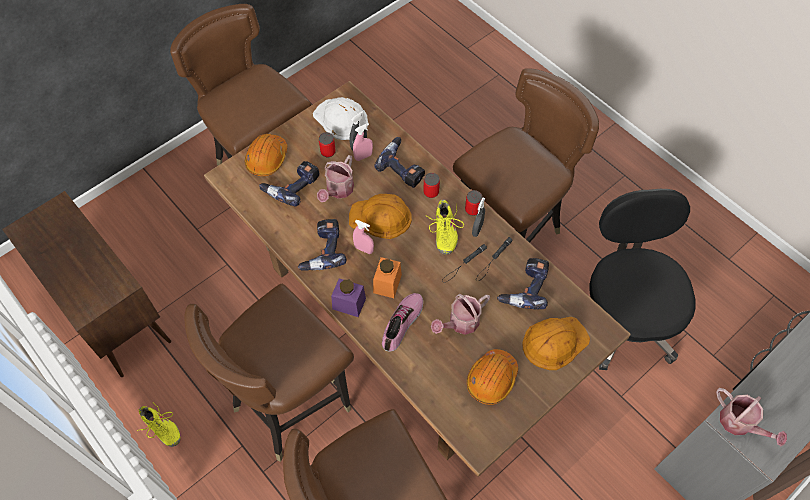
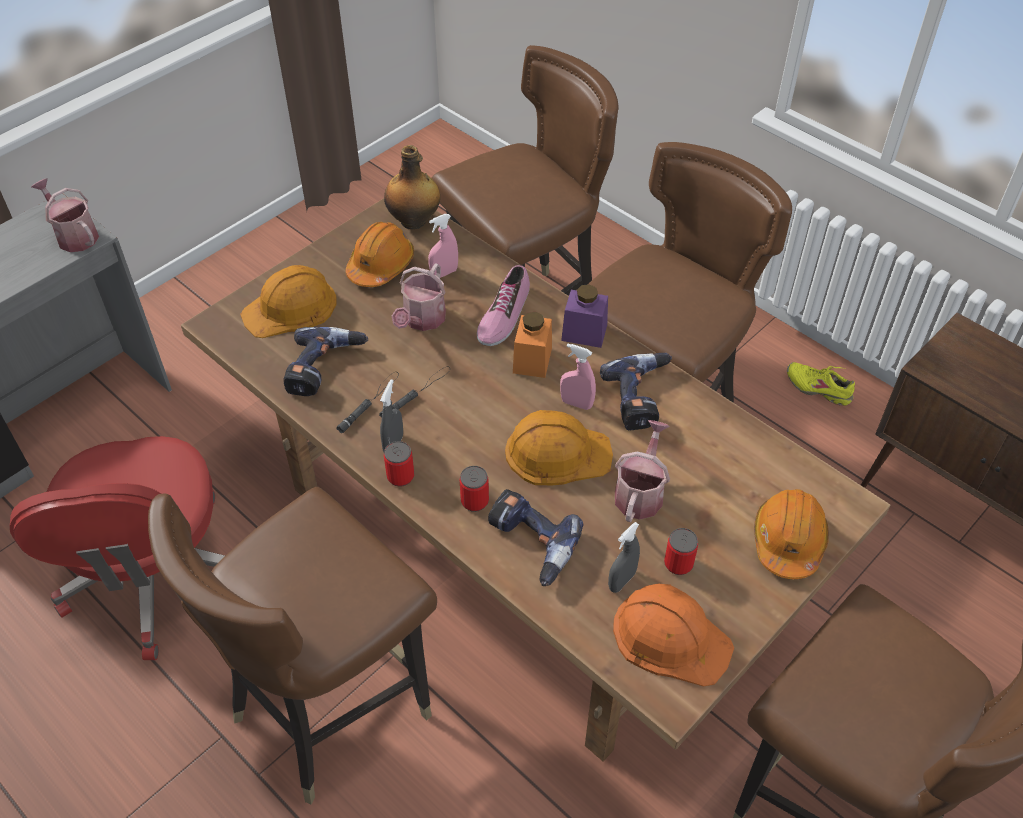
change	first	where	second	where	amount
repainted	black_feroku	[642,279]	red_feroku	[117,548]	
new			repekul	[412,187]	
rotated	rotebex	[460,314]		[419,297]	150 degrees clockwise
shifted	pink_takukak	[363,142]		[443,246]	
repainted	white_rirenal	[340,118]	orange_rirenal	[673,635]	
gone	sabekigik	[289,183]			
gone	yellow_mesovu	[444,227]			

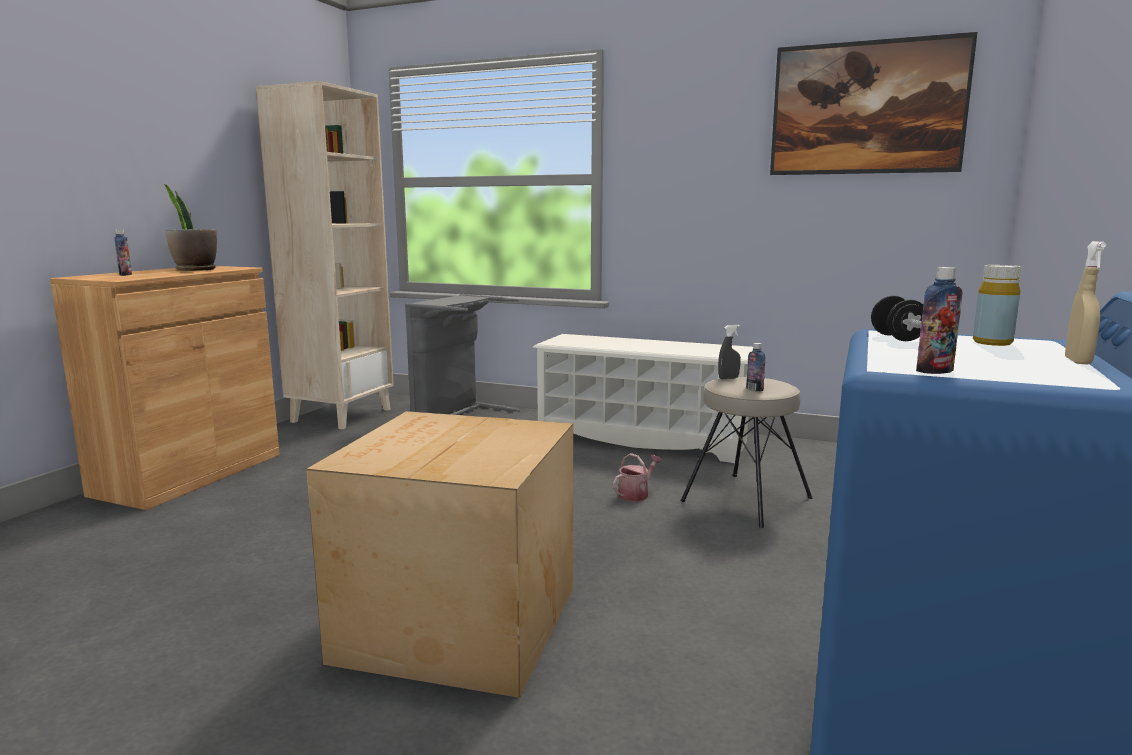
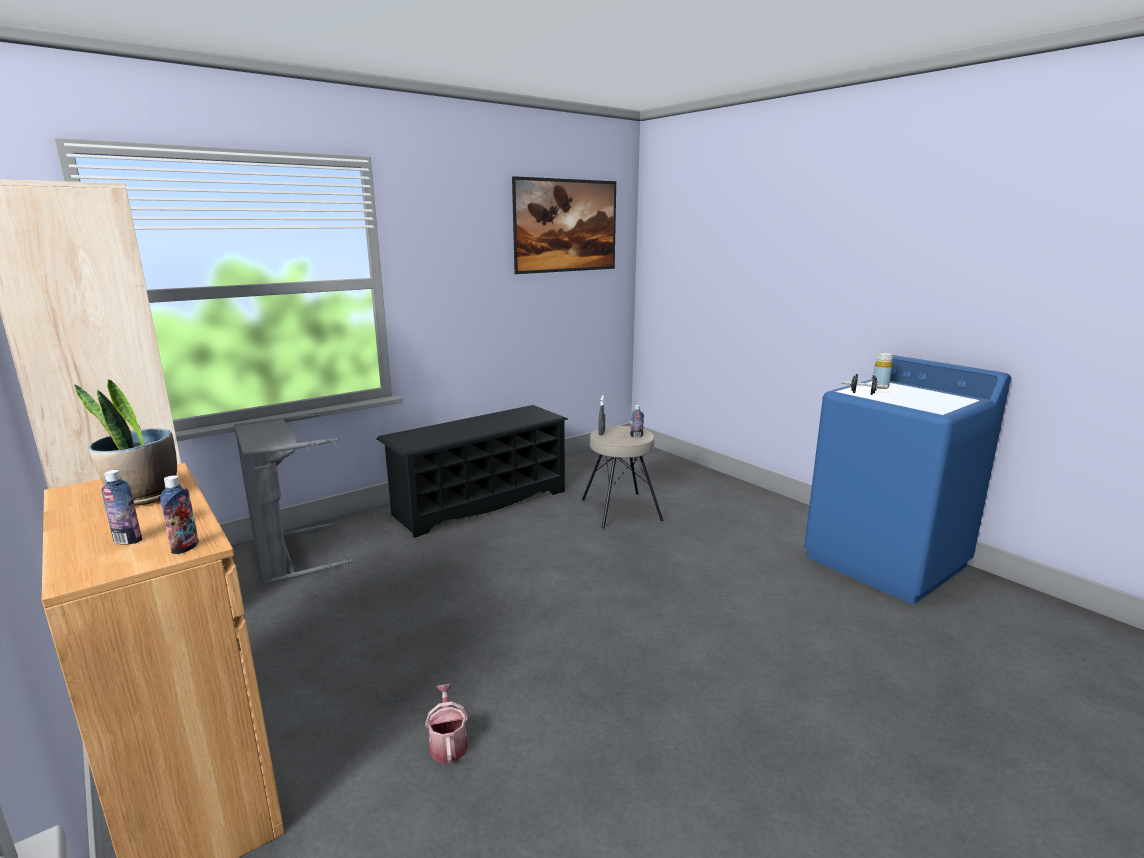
change	first	where	second	where	amount
shifted	repekul	[939,320]		[179,514]	
repainted	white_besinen	[642,398]	black_besinen	[472,471]	
shifted	rotebex	[637,477]		[446,724]	
gone	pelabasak	[439,554]			
gone	beige_takukak	[1085,303]			

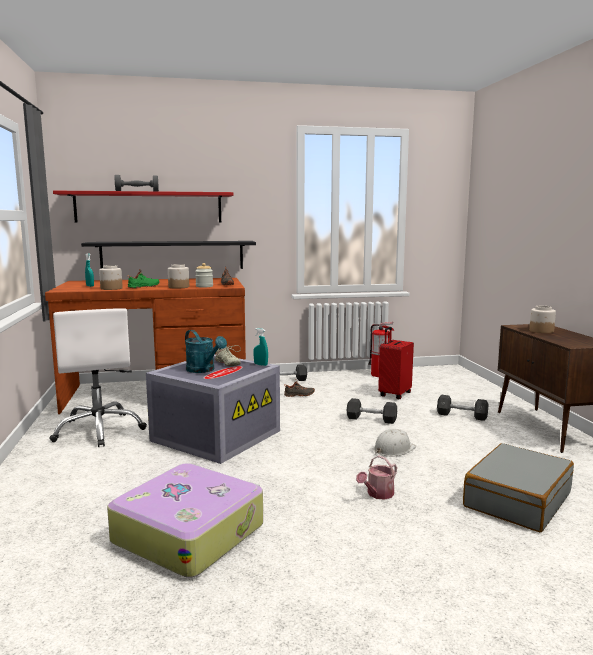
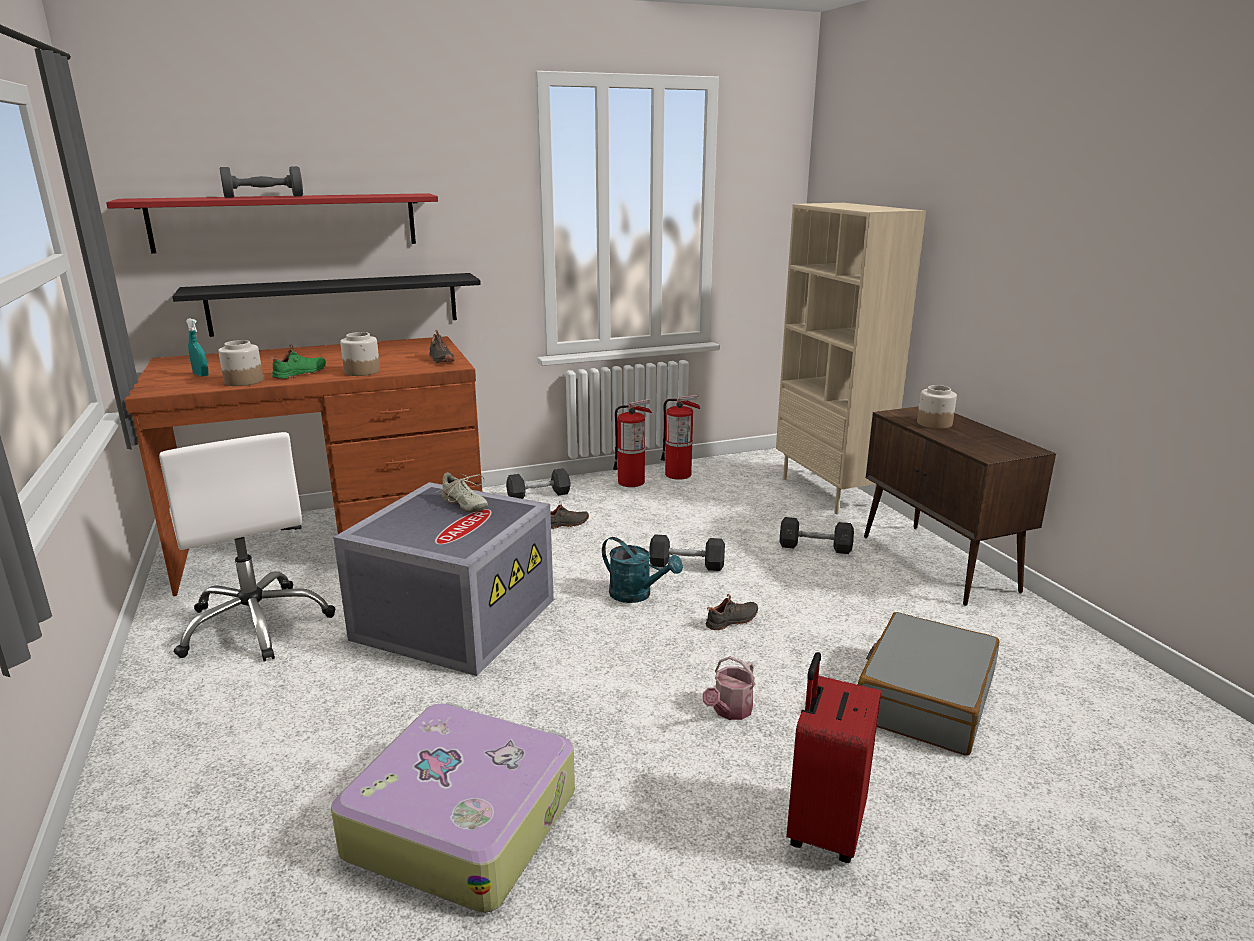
change	first	where	second	where	amount
shifted	turquoise_rotebex	[206,351]		[642,570]	
new			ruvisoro	[632,443]	
swapped	white_rirenal	[395,443]	black_mesovu	[731,612]	
new			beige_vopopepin	[851,358]	
shifted	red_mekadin	[396,363]		[833,757]	
gone	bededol	[204,275]			
gone	turquoise_takukak	[261,347]			

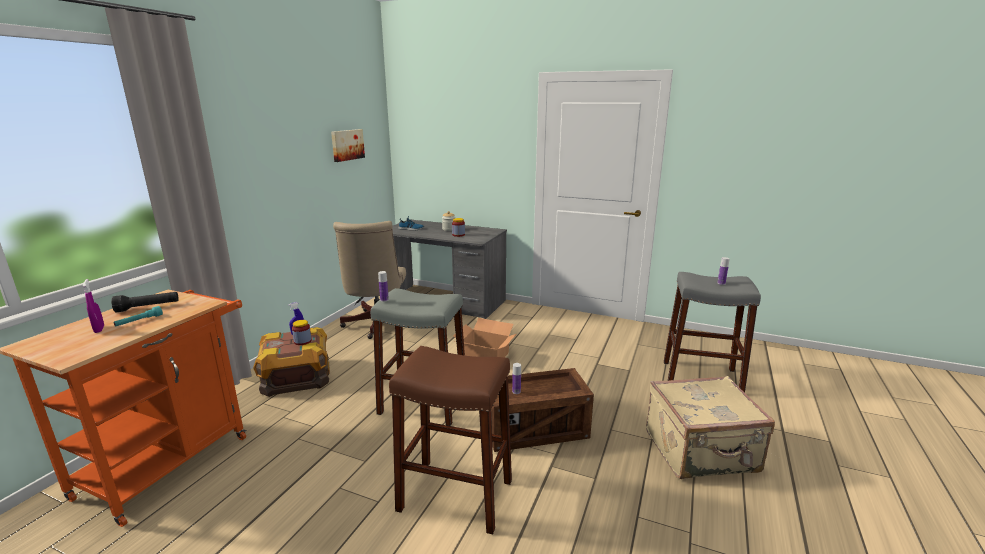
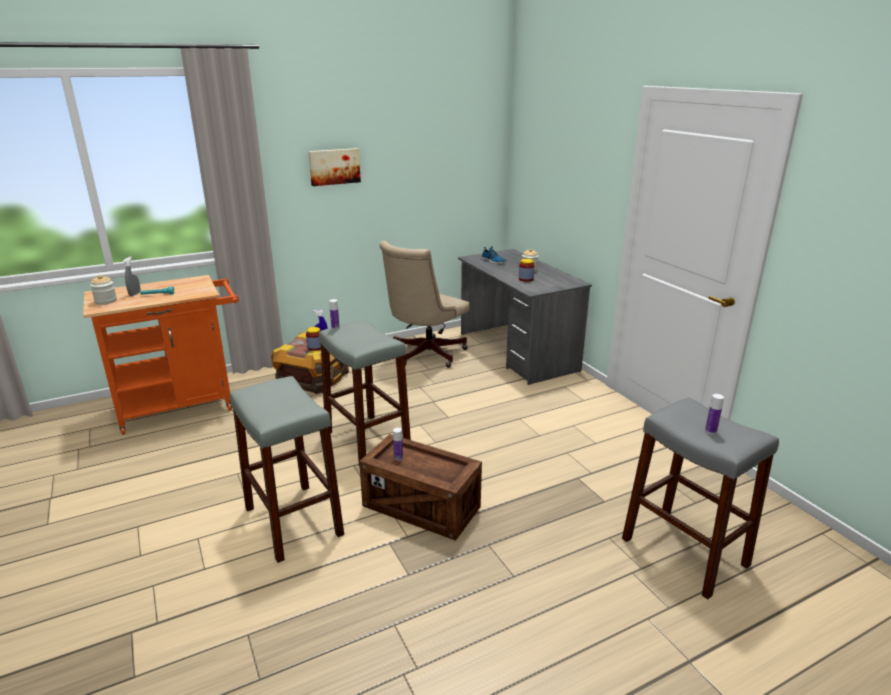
change	first	where	second	where	amount
new			bededol	[103,290]	
repainted	purple_takukak	[93,306]	grey_takukak	[132,276]	
repainted	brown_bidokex	[450,440]	grey_bidokex	[287,469]	
shifted	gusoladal	[348,145]		[334,167]	
gone	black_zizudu	[144,302]			
gone	pelabasak	[484,337]			
gone	beige_mekadin	[710,427]			

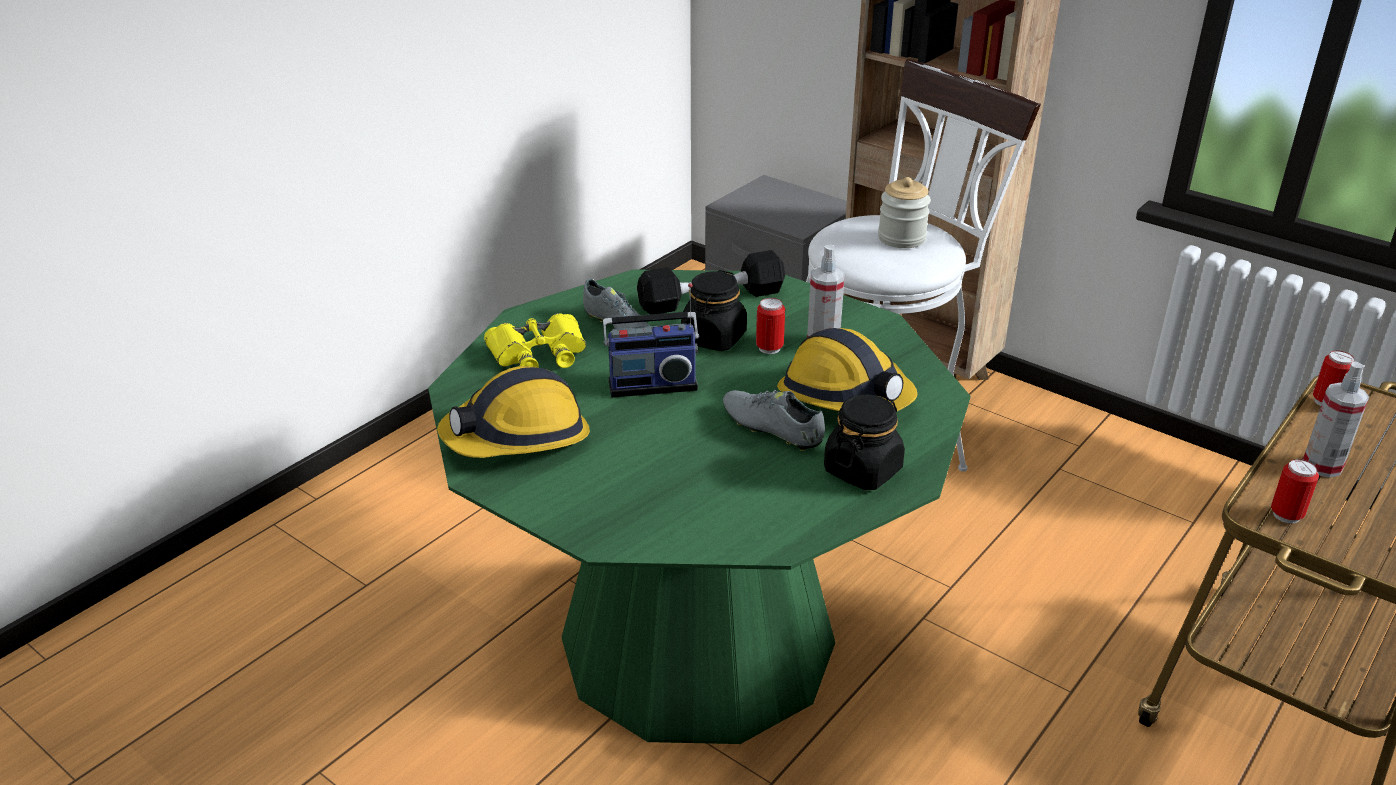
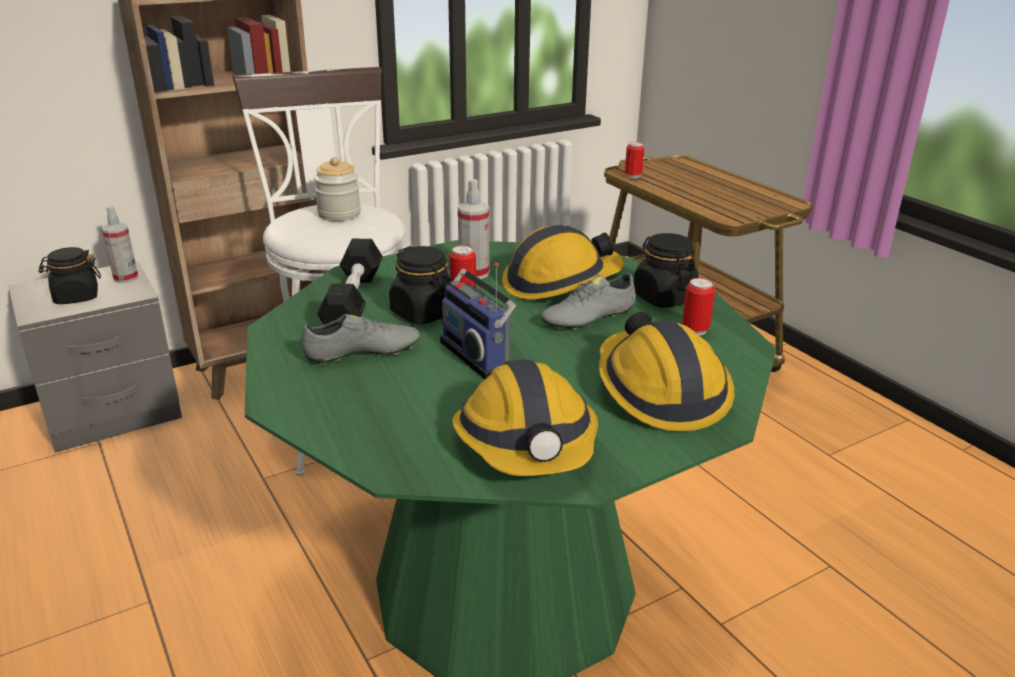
change	first	where	second	where	amount
new			black_bededol	[69,275]	
shifted	takukak	[1336,419]		[120,244]	
rotated	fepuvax	[651,340]		[478,321]	135 degrees clockwise
new			rirenal	[666,372]	
shifted	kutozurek	[1295,491]		[698,306]	
gone	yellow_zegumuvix	[535,340]			

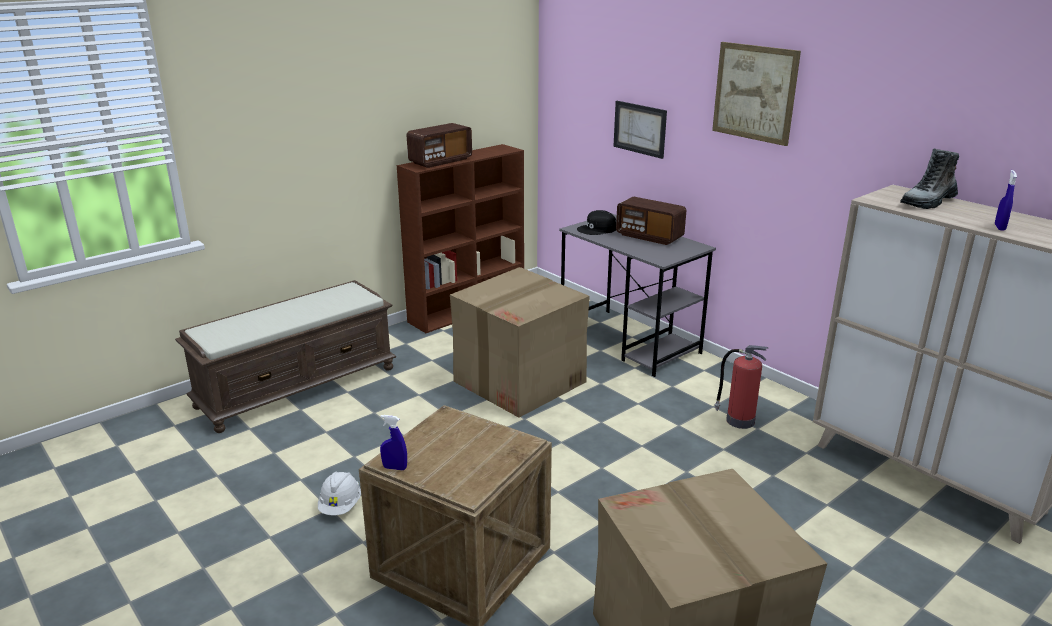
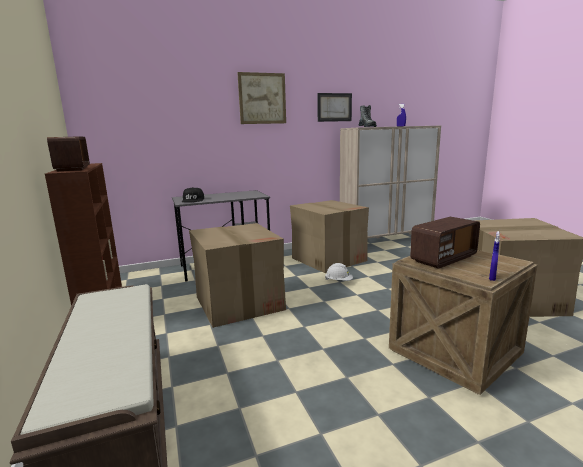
change	first	where	second	where	amount
swapped	ruvisoro	[742,387]	pelabasak	[329,236]	
shifted	gusoladal	[640,130]		[334,107]	
shifted	white_rirenal	[339,493]		[339,272]	
shifted	fepuvax	[651,221]		[445,243]	

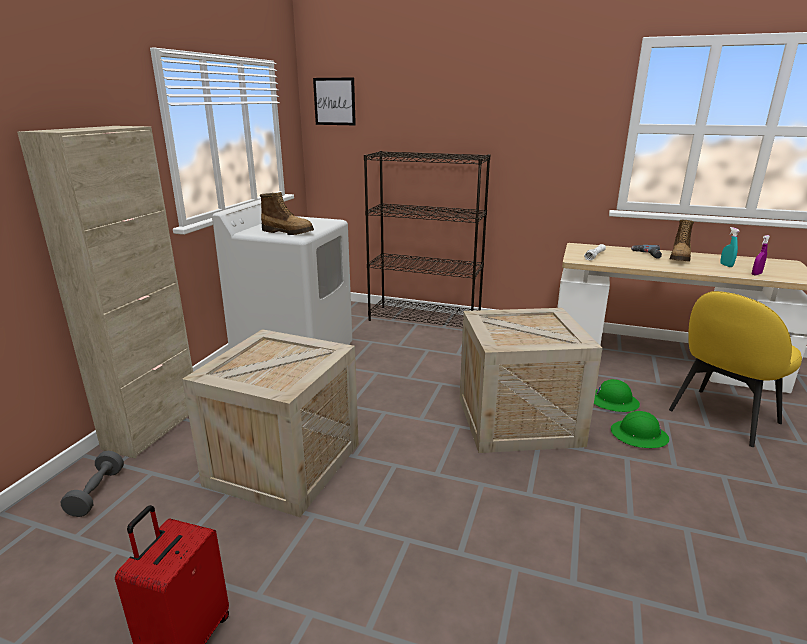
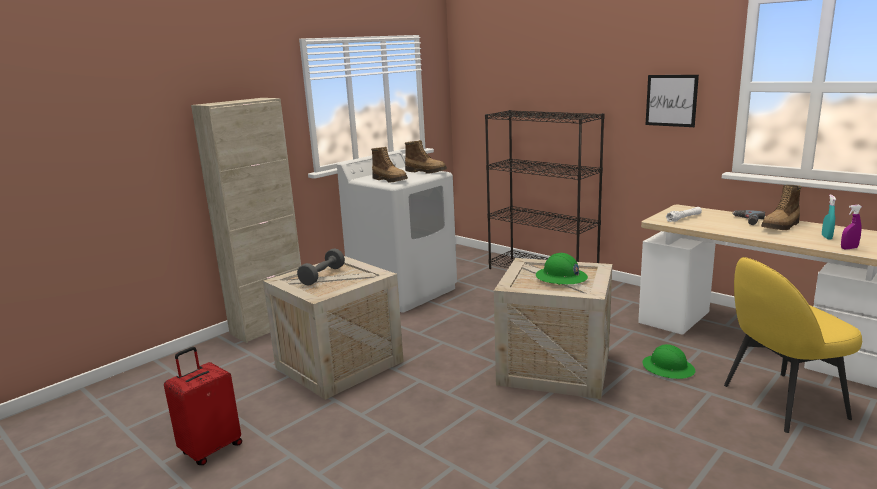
change	first	where	second	where	amount
shifted	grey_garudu	[92,484]		[321,267]	
new			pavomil	[426,157]	
shifted	green_rirenal	[640,429]		[562,269]	
shifted	gusoladal	[334,101]		[672,101]	

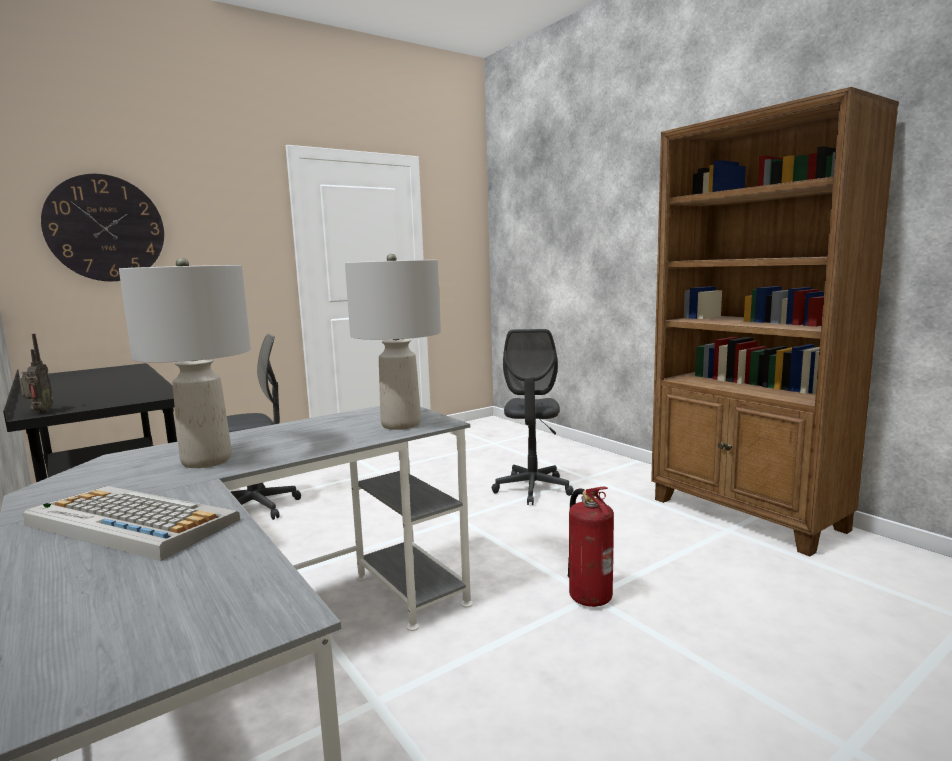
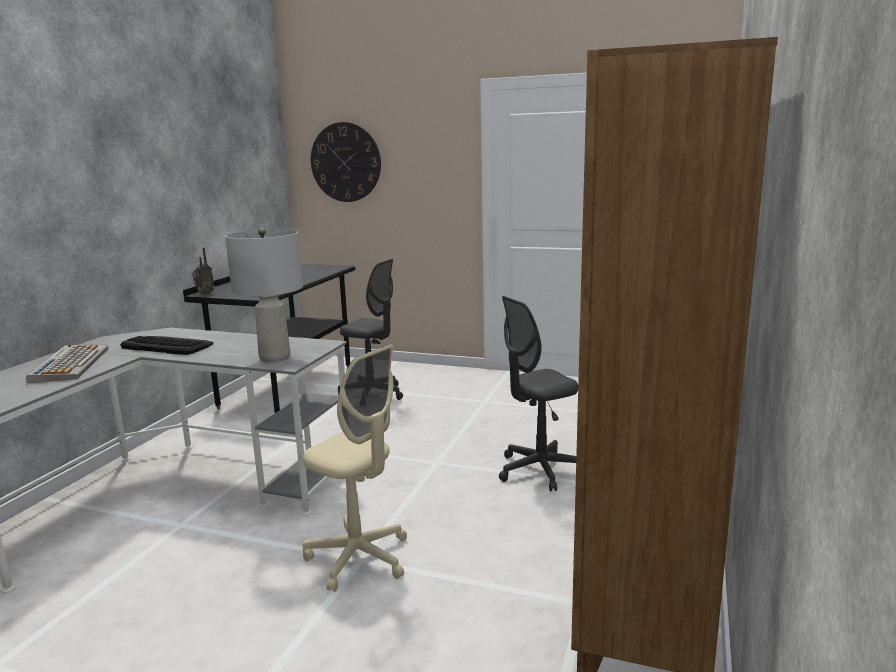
change	first	where	second	where	amount
swapped	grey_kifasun	[185,363]	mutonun	[167,345]	
swapped	ruvisoro	[591,547]	beige_feroku	[355,468]	

